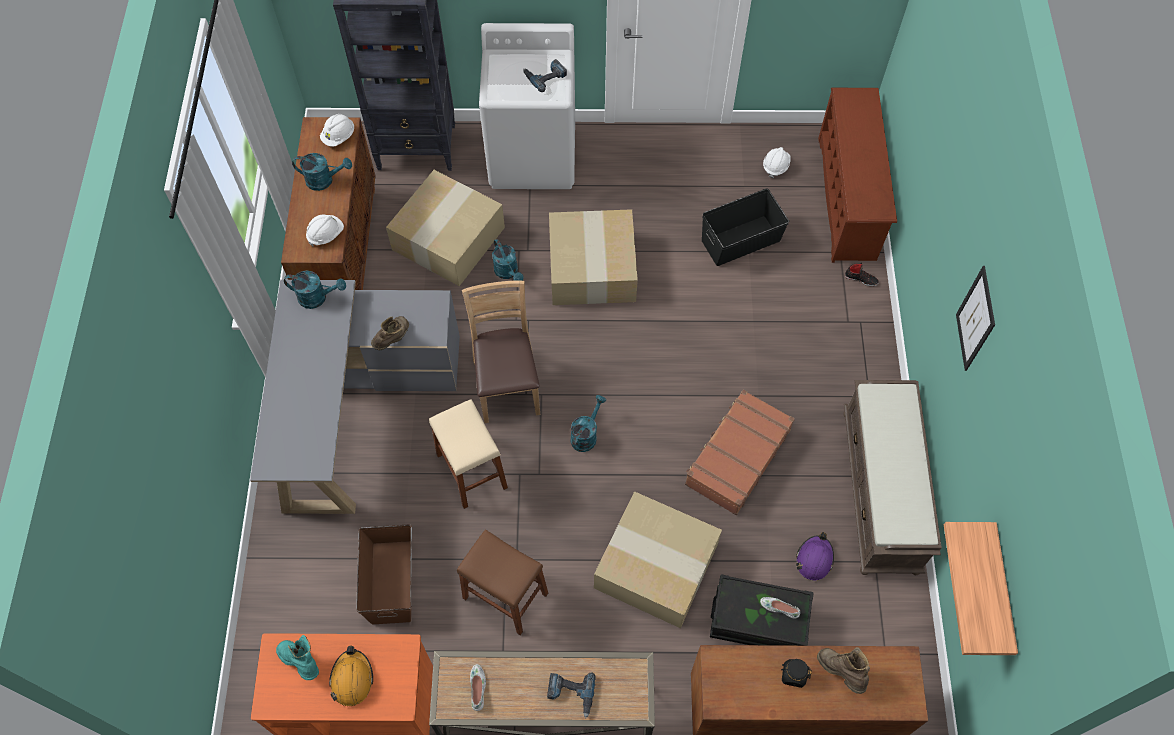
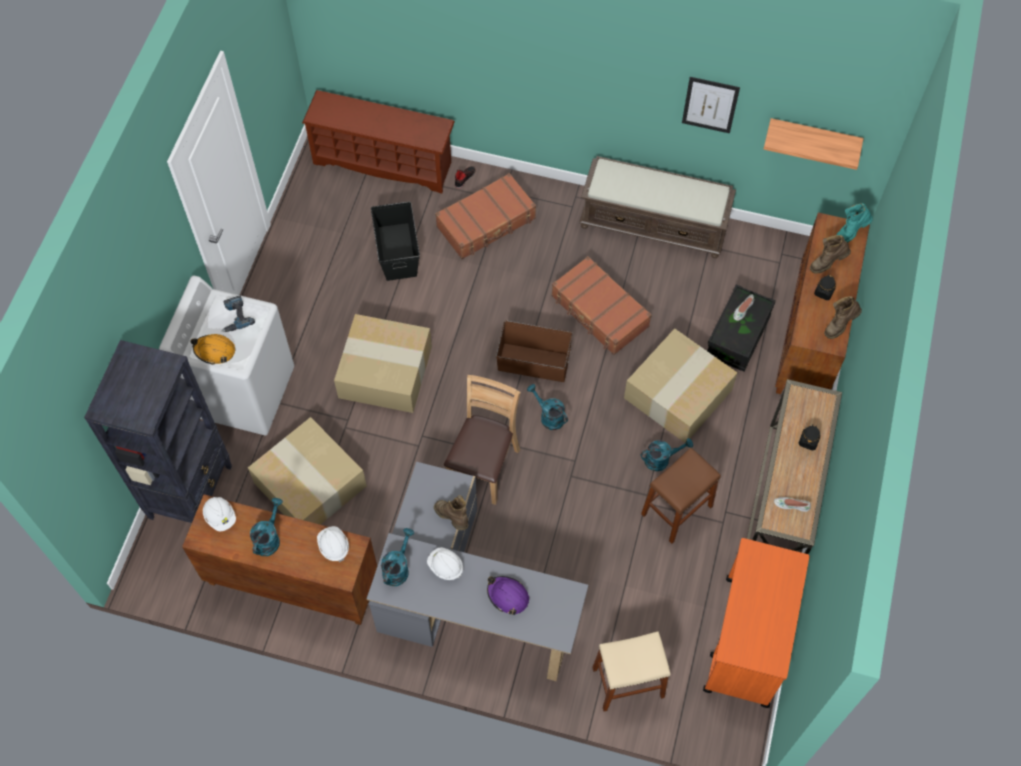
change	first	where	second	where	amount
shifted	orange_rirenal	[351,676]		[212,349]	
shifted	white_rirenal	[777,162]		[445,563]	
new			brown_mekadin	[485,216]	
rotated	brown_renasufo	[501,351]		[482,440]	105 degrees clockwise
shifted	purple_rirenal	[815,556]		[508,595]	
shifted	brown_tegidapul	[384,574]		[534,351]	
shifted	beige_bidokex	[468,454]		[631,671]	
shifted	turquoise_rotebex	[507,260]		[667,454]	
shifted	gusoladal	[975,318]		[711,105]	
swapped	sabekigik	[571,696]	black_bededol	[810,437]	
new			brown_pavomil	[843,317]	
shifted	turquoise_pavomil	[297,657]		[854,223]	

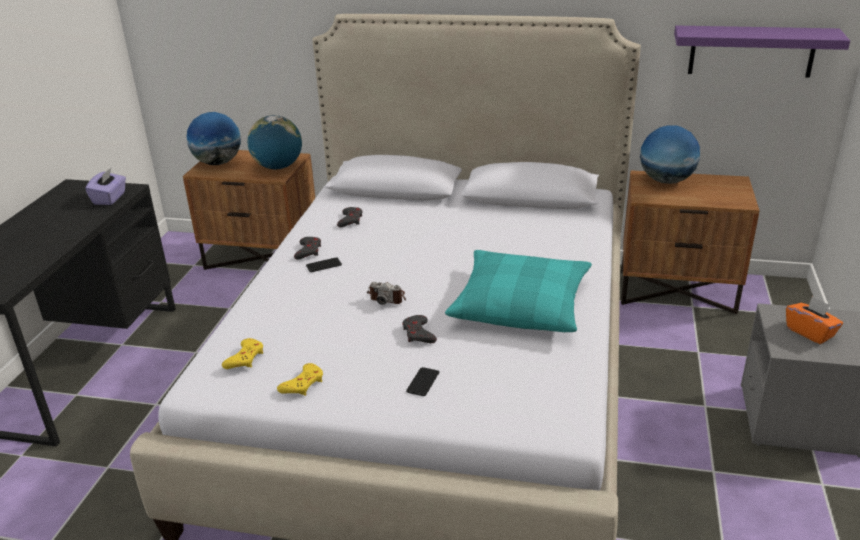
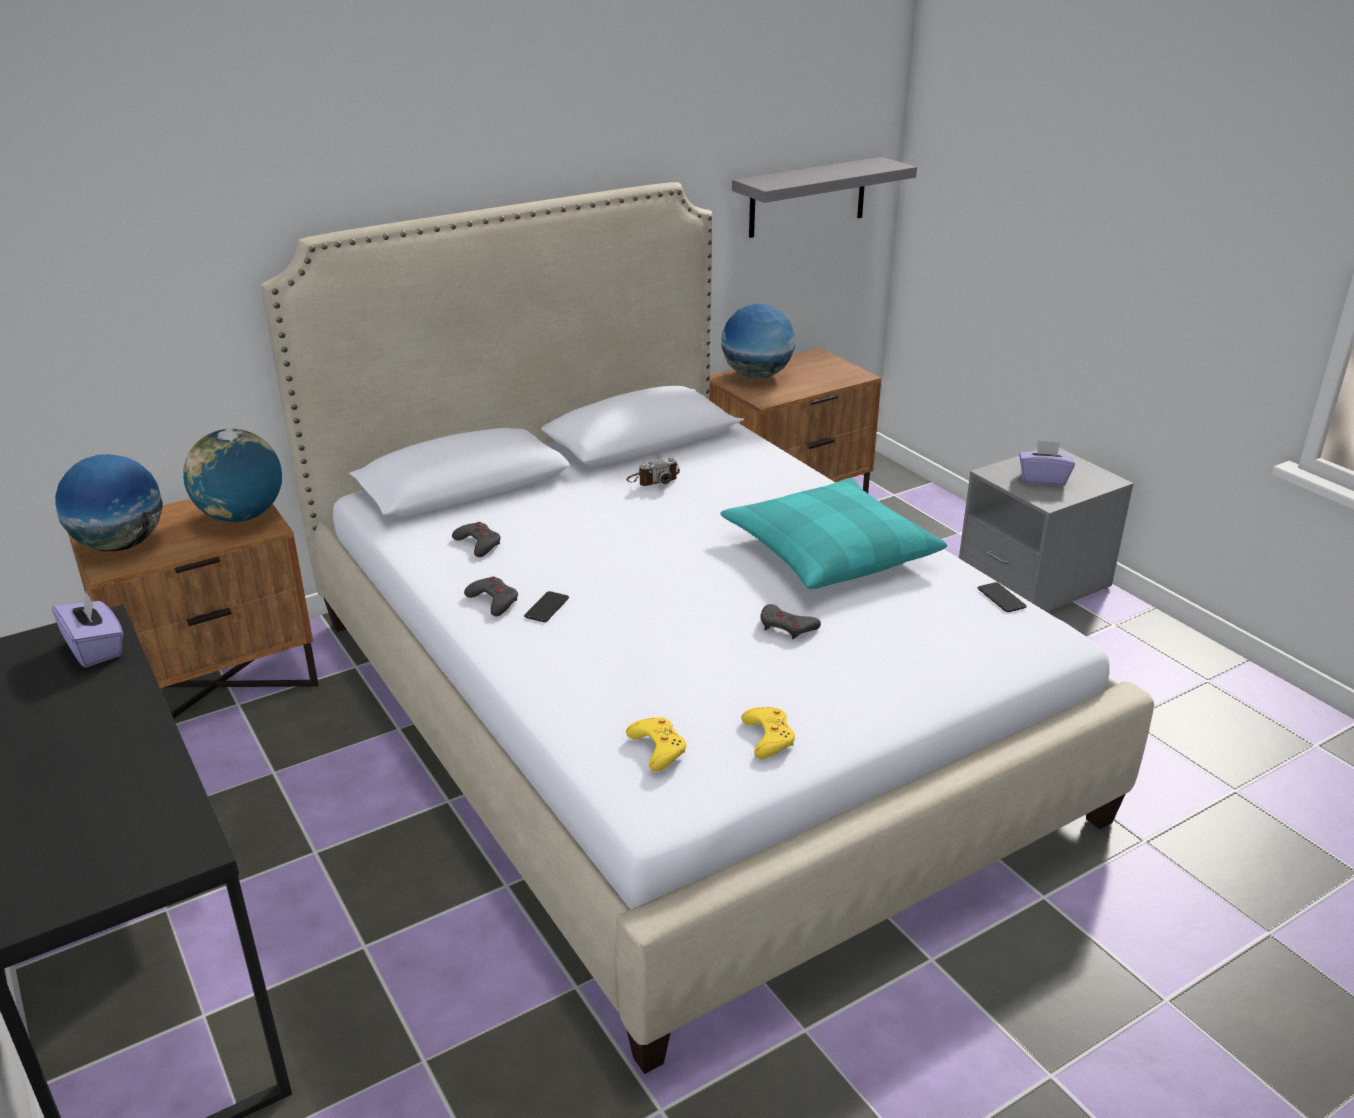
change	first	where	second	where	amount
shifted	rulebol	[386,293]		[653,472]	
repainted	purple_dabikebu	[762,52]	grey_dabikebu	[824,197]	
shifted	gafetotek	[422,381]		[1002,597]	
repainted	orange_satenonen	[814,320]	purple_satenonen	[1047,463]	

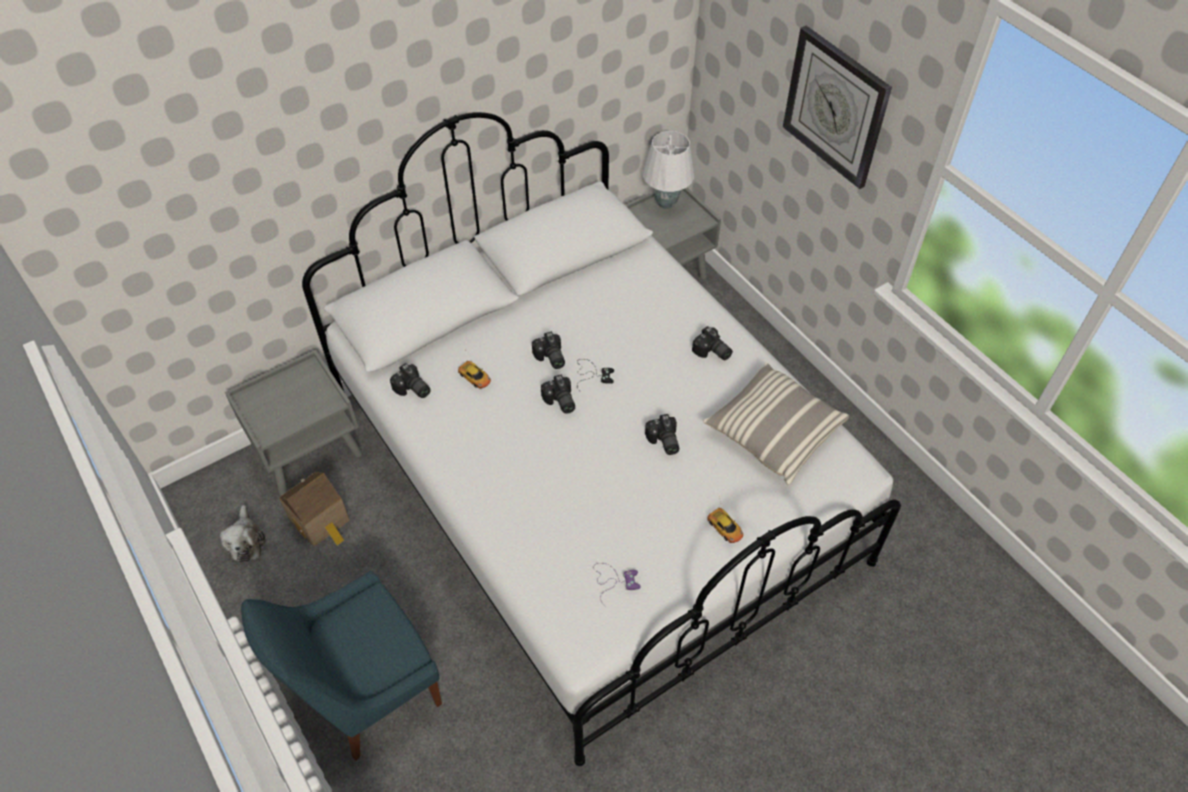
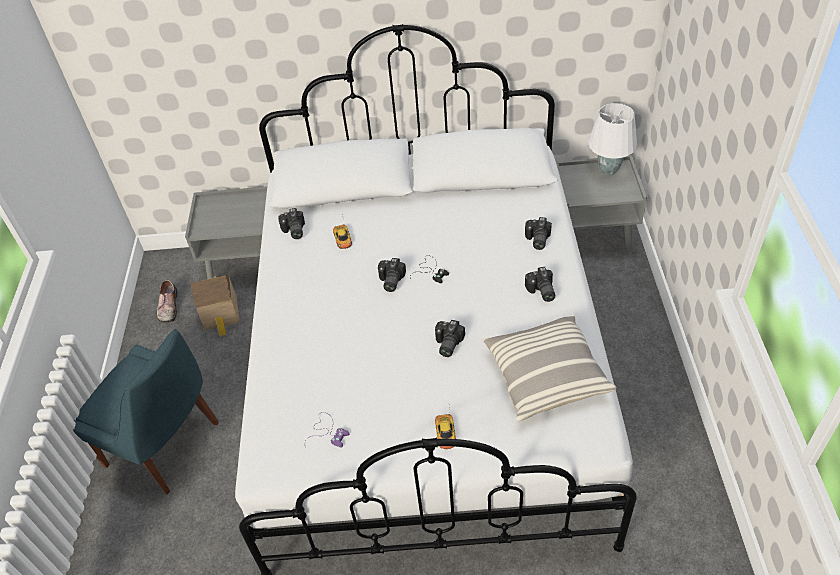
change	first	where	second	where	amount
rotated	blue_renasufo	[341,666]		[146,411]	150 degrees counterclockwise
swapped	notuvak	[243,534]	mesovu	[167,301]	
shifted	rulebol	[548,350]		[538,233]	
gone	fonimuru	[837,107]			

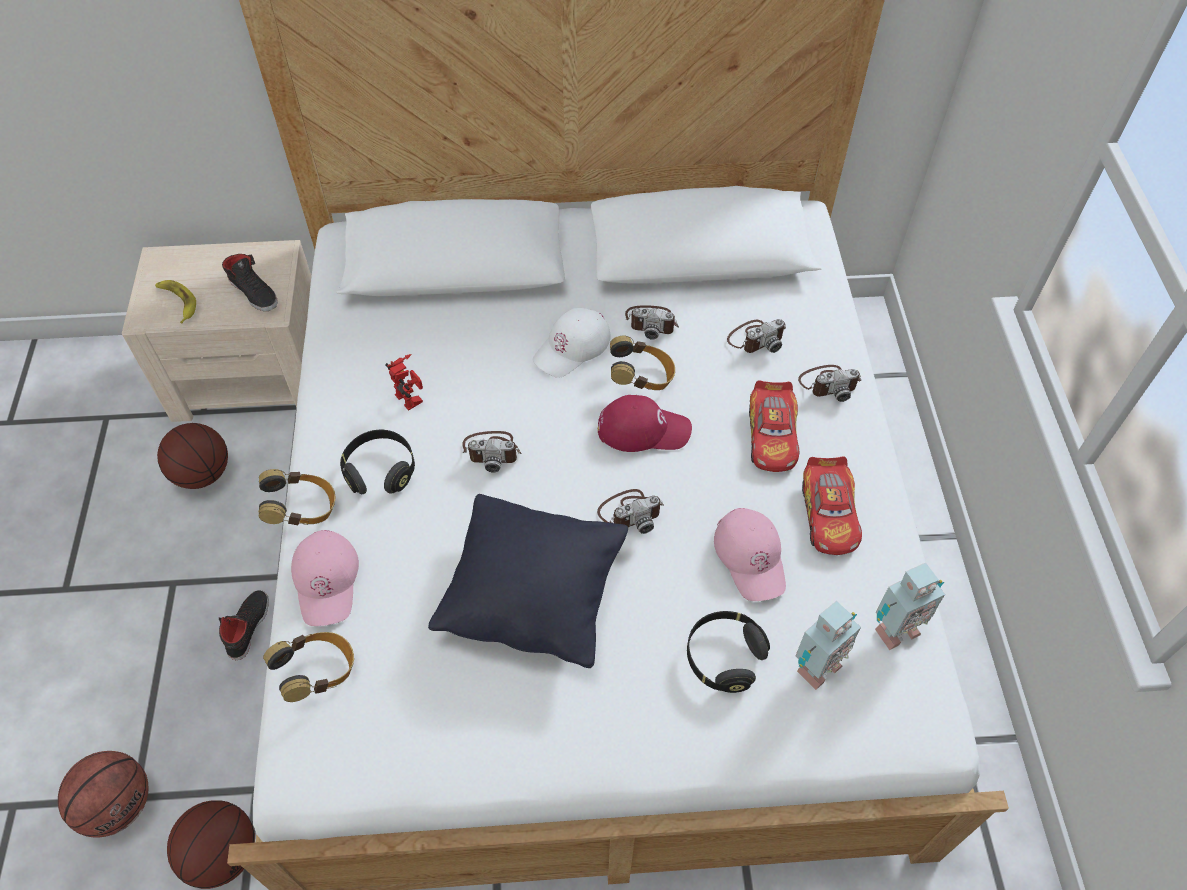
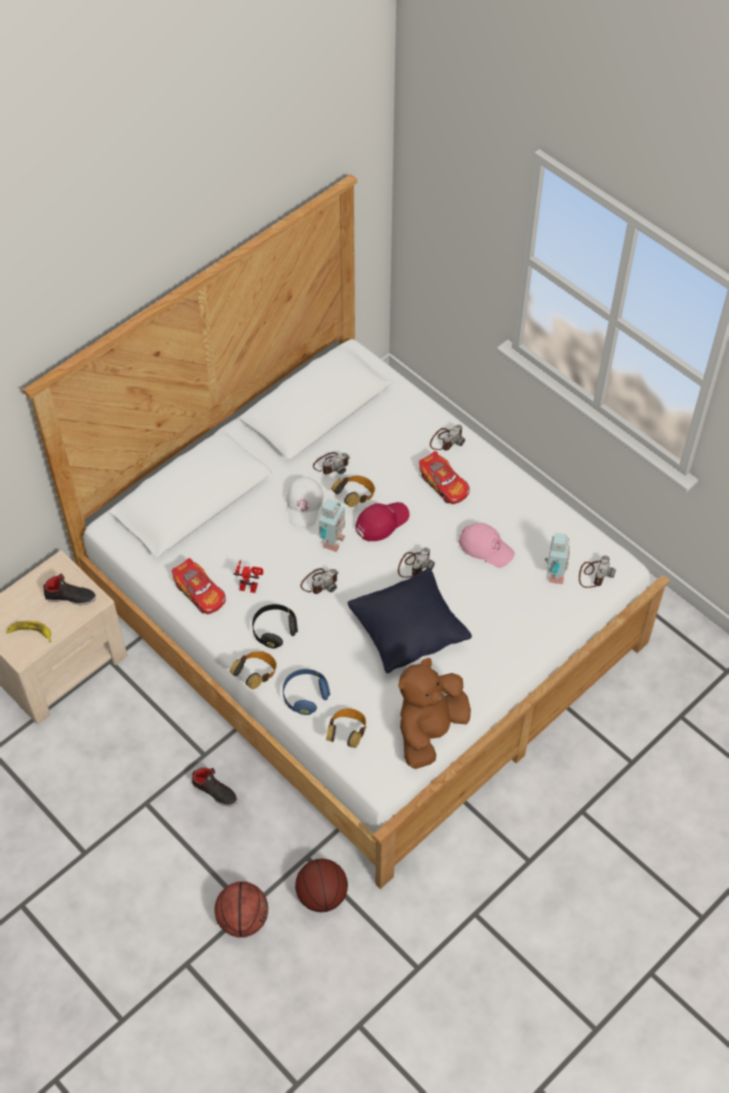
change	first	where	second	where	amount
shifted	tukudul	[832,505]		[199,586]	
rotated	black_mesovu	[244,625]		[214,787]	150 degrees clockwise
swapped	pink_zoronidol	[325,578]	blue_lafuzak	[306,692]	
shifted	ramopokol	[910,606]		[332,525]	
new			brown_notuvak	[434,713]	
shifted	rulebol	[756,336]		[597,572]	
gone	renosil	[192,456]			
gone	black_lafuzak	[728,652]			

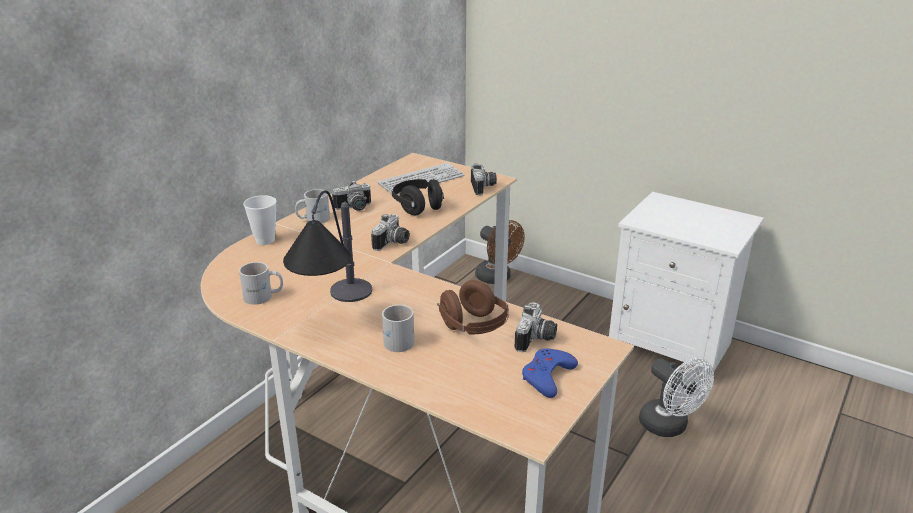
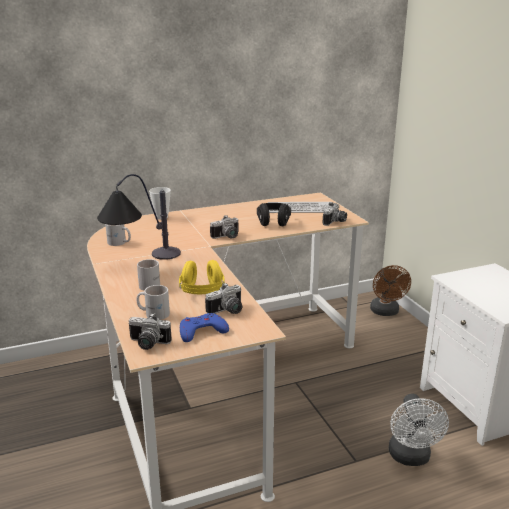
change	first	where	second	where	amount
shifted	rulebol	[351,196]		[150,331]	
shifted	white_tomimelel	[312,206]		[153,302]	
repainted	brown_lafuzak	[473,307]	yellow_lafuzak	[202,277]	

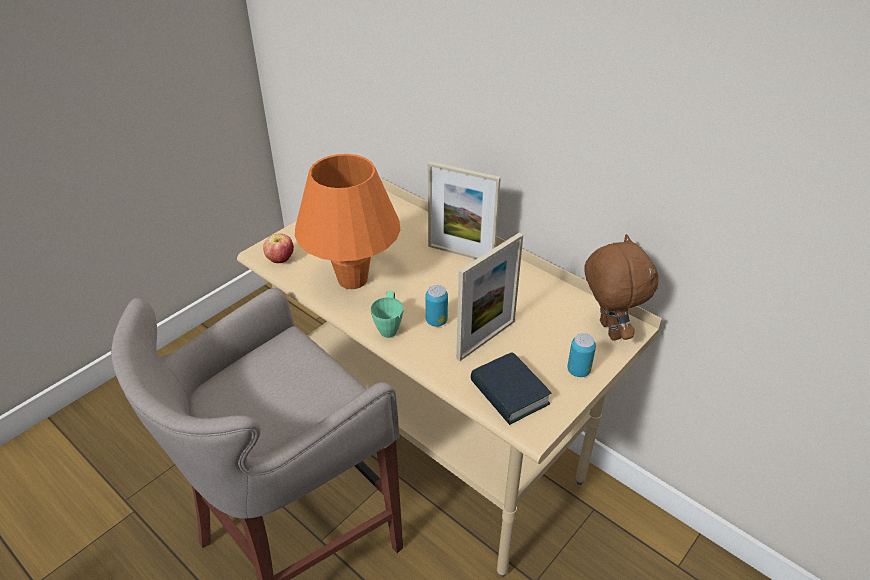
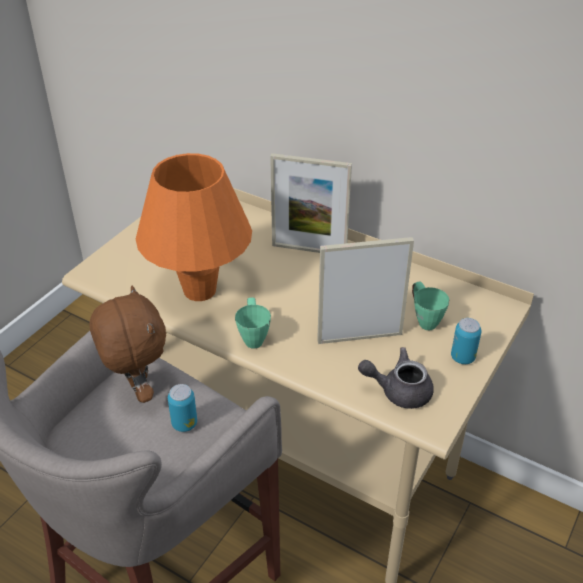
change	first	where	second	where	amount
shifted	brown_notuvak	[622,287]		[127,344]	
shifted	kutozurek	[437,306]		[182,408]	
rotated	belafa	[489,297]		[365,290]	135 degrees counterclockwise
swapped	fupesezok	[511,388]	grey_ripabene	[396,378]	
new			green_tomimelel	[430,305]	
gone	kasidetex	[278,248]			

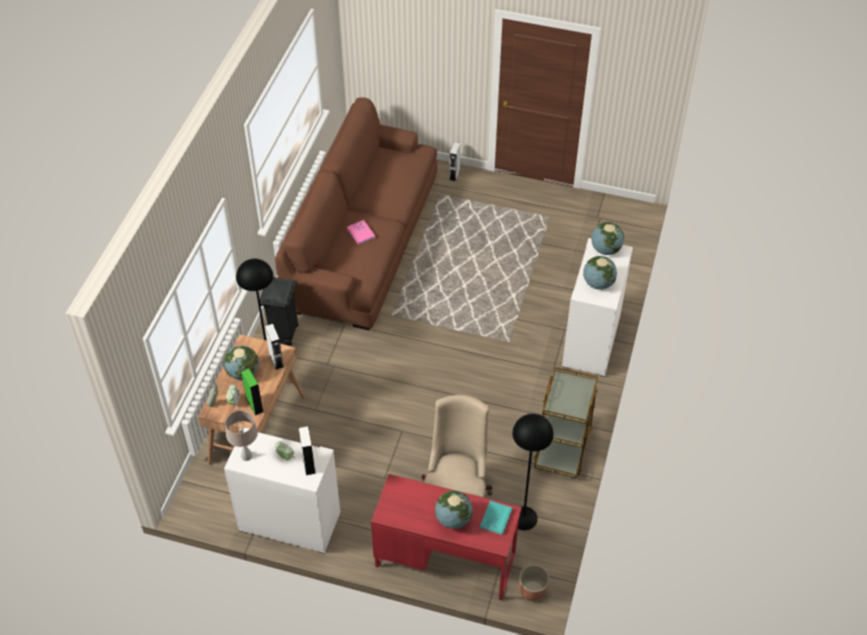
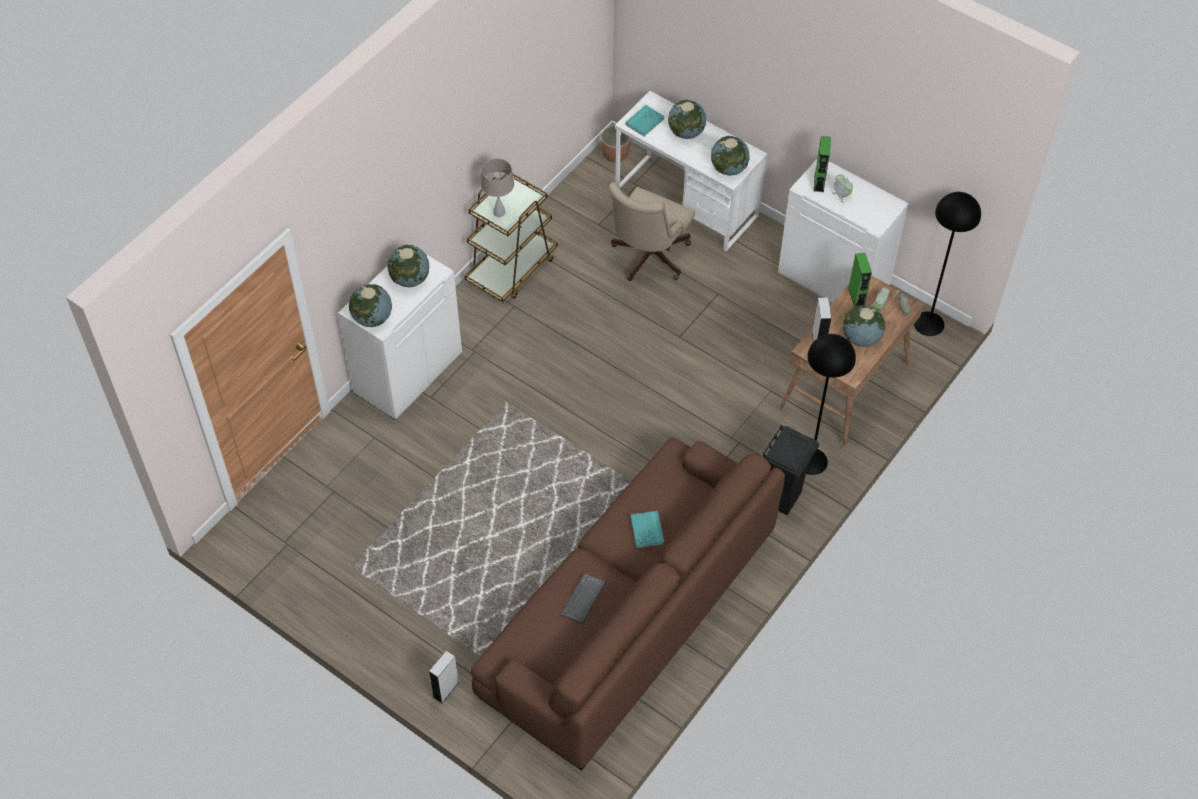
change	first	where	second	where	amount
shifted	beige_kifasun	[241,435]		[497,187]	
new			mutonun	[583,598]	
repainted	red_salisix	[446,537]	white_salisix	[691,171]	
repainted	pink_fupesezok	[361,232]	turquoise_fupesezok	[647,529]	
new			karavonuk	[730,156]	
repainted	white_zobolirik	[307,450]	green_zobolirik	[822,164]	
shifted	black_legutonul	[533,472]		[947,264]	

